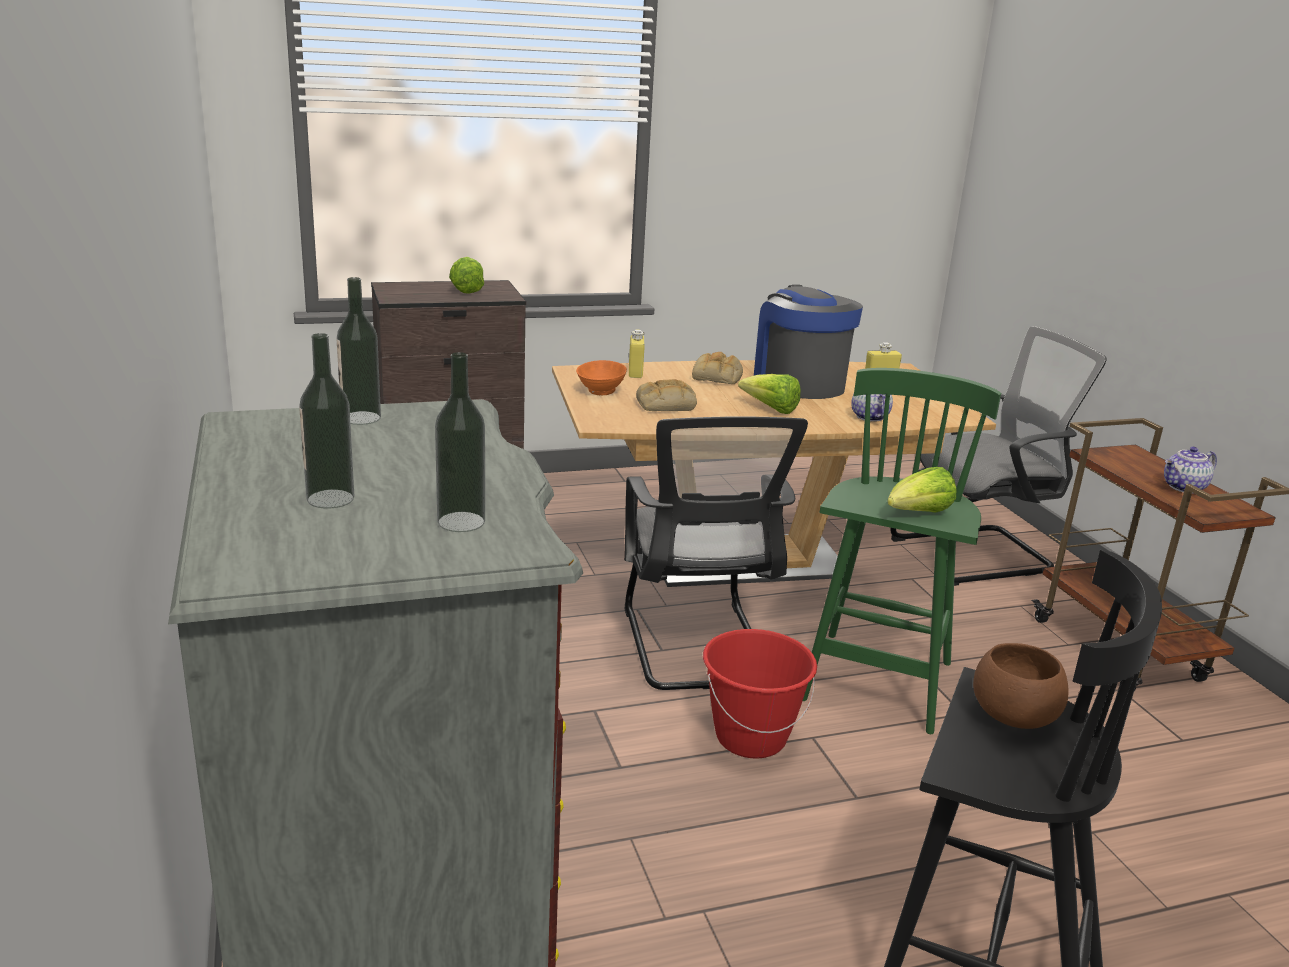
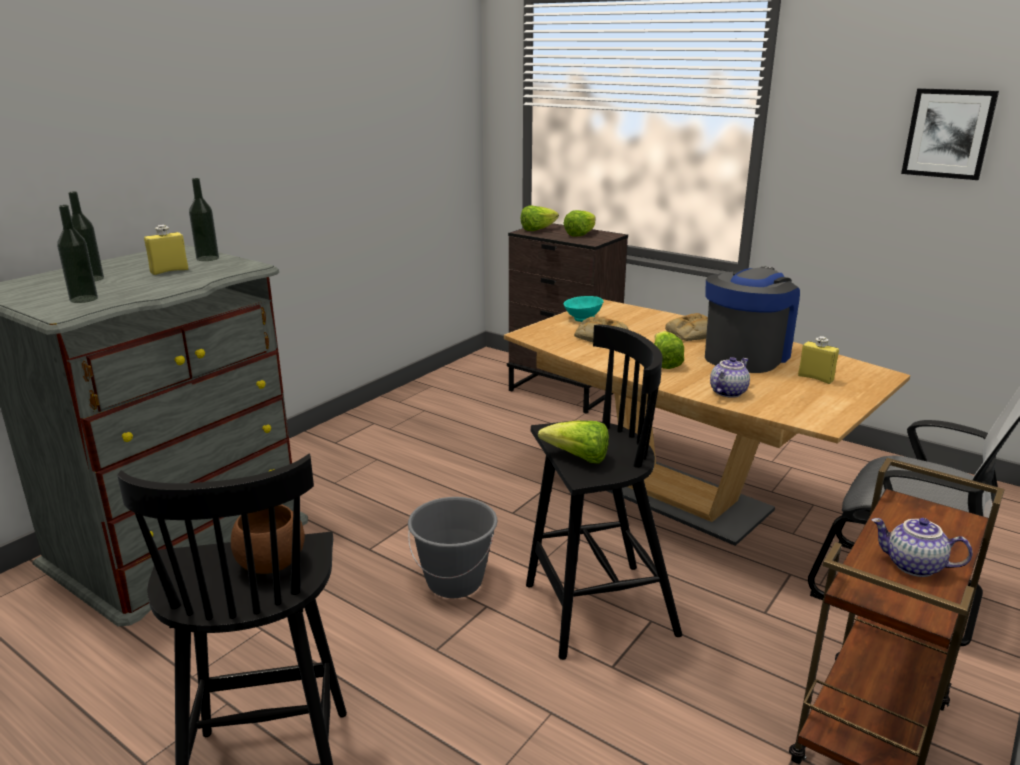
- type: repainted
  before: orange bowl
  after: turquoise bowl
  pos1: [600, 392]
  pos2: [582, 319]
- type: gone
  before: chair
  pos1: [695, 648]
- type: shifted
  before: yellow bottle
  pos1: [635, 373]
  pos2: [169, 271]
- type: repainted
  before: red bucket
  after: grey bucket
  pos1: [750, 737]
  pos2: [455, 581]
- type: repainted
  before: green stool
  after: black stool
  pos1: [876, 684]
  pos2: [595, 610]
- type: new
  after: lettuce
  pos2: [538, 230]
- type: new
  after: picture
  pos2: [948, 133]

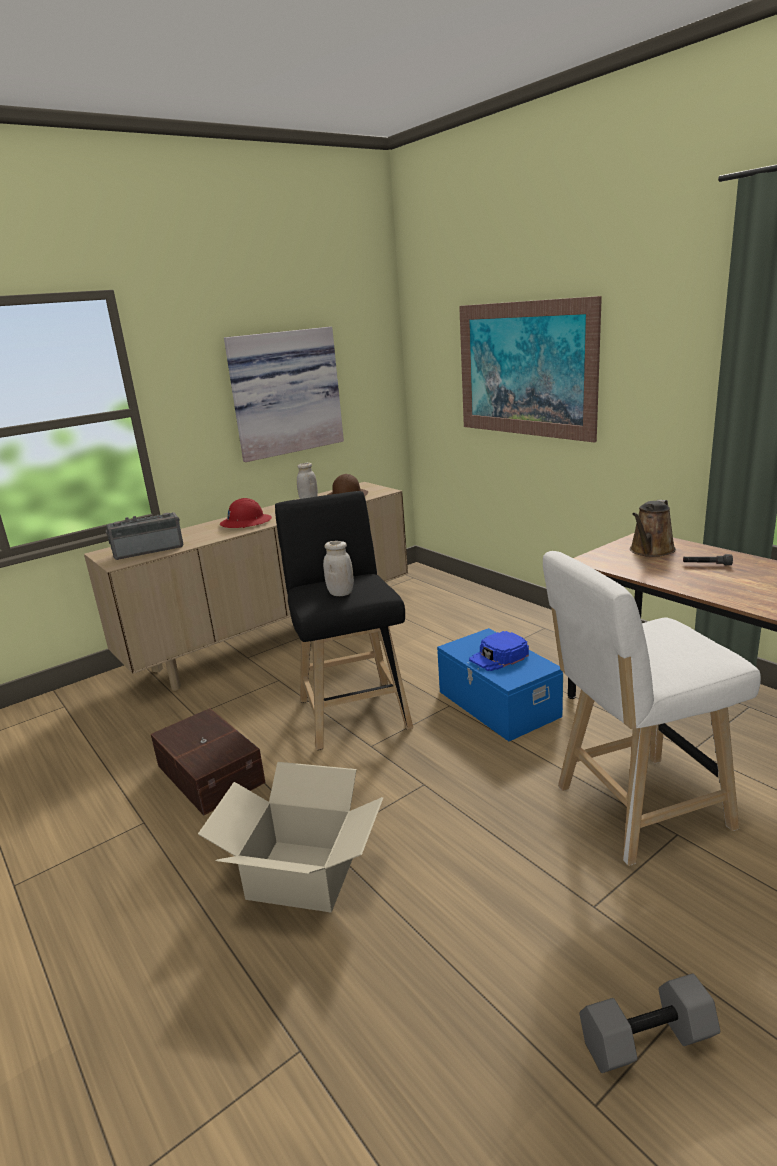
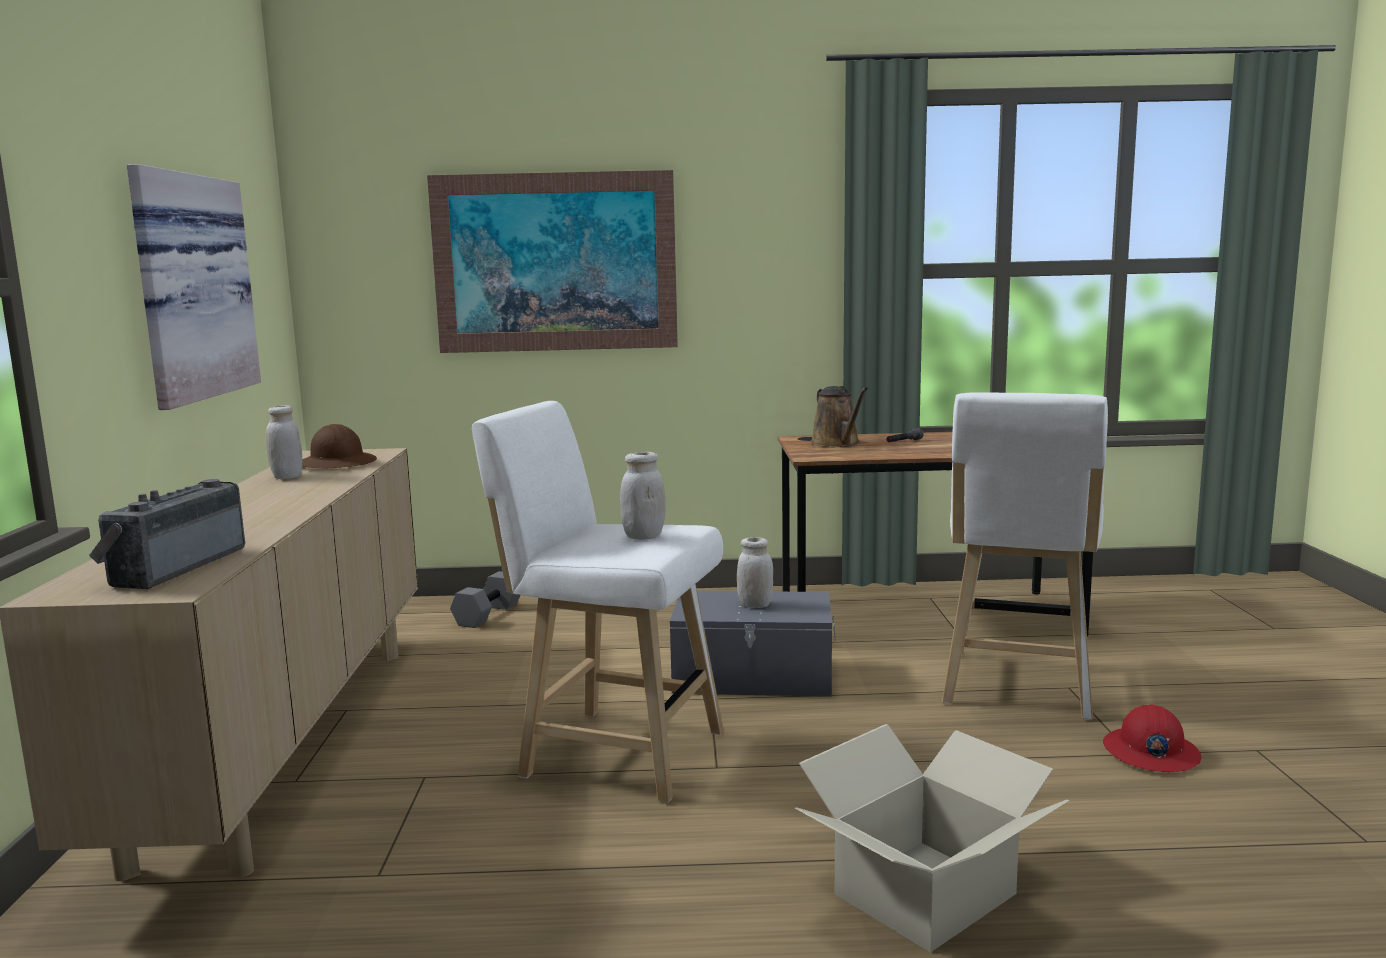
- type: gone
  before: brown storage box
  pos1: [211, 773]
- type: shifted
  before: red hard hat
  pos1: [246, 522]
  pos2: [1150, 752]
- type: repainted
  before: black stool
  after: white stool
  pos1: [352, 710]
  pos2: [613, 752]
- type: repainted
  before: blue storage box
  after: grey storage box
  pos1: [497, 704]
  pos2: [753, 677]
- type: swapped
  before: blue cap
  after: white jar
  pos1: [498, 657]
  pos2: [755, 605]
- type: shifted
  before: grey dumbbell
  pos1: [646, 1042]
  pos2: [488, 615]

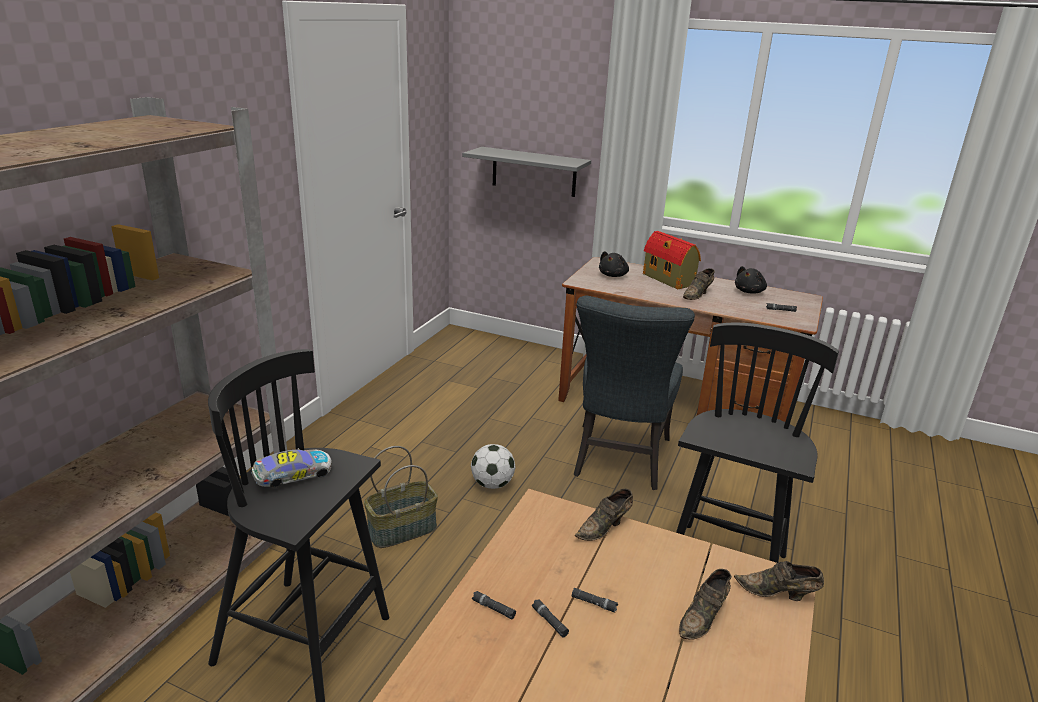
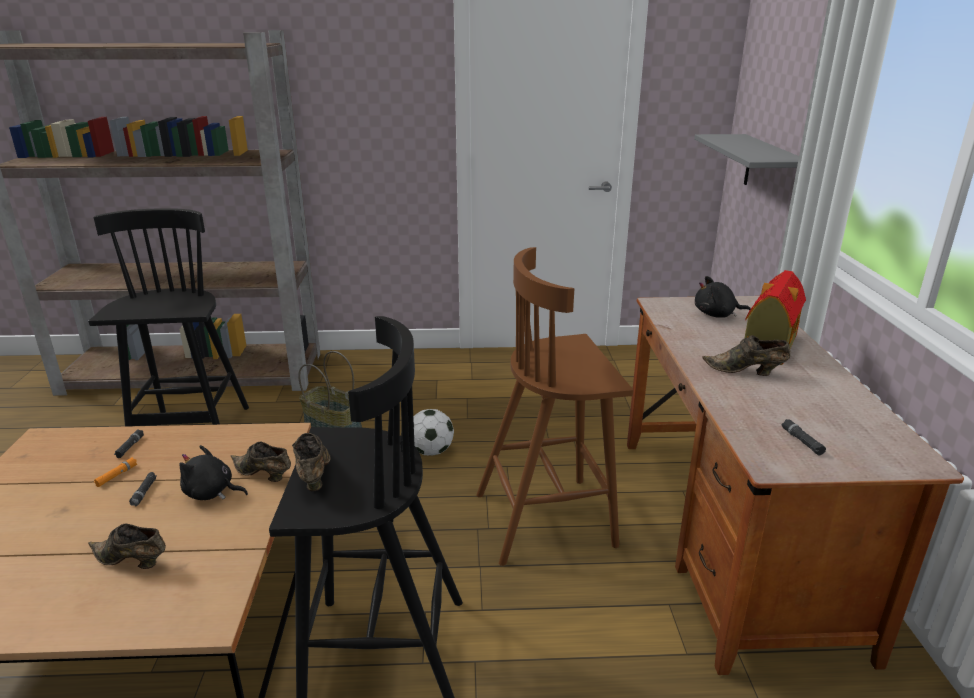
- type: gone
  before: toy car
  pos1: [292, 478]
- type: repainted
  before: black flashlight
  after: orange flashlight
  pos1: [549, 621]
  pos2: [117, 475]
- type: swapped
  before: grey chair
  after: brown stool
  pos1: [619, 460]
  pos2: [549, 518]
- type: shifted
  before: brown shoe
  pos1: [778, 594]
  pos2: [313, 475]
- type: shifted
  before: black plush toy
  pos1: [749, 292]
  pos2: [211, 493]

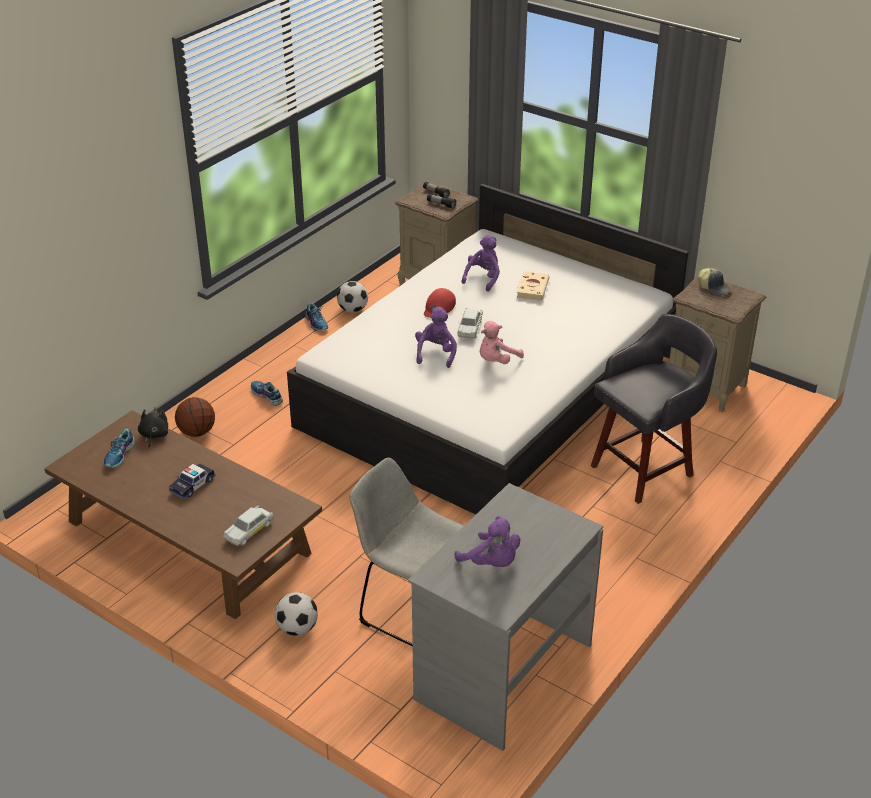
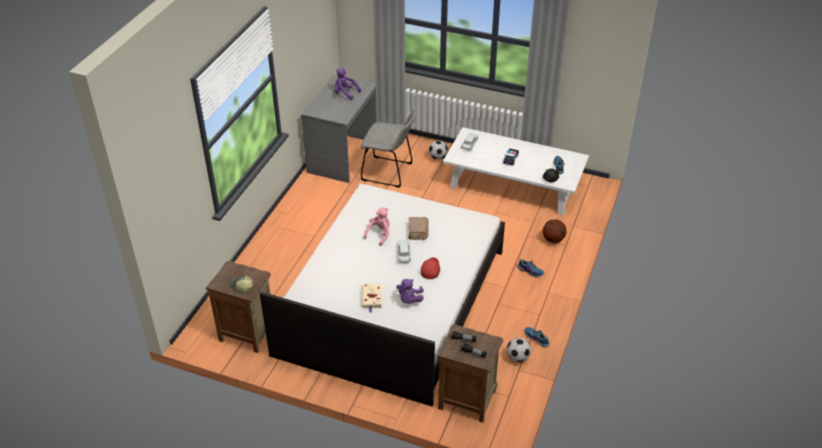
- type: repainted
  before: brown coffee table
  after: white coffee table
  pos1: [190, 537]
  pos2: [513, 185]
- type: swapped
  before: purple plush toy
  after: brown book
  pos1: [436, 354]
  pos2: [418, 232]
- type: gone
  before: grey stool
  pos1: [645, 469]

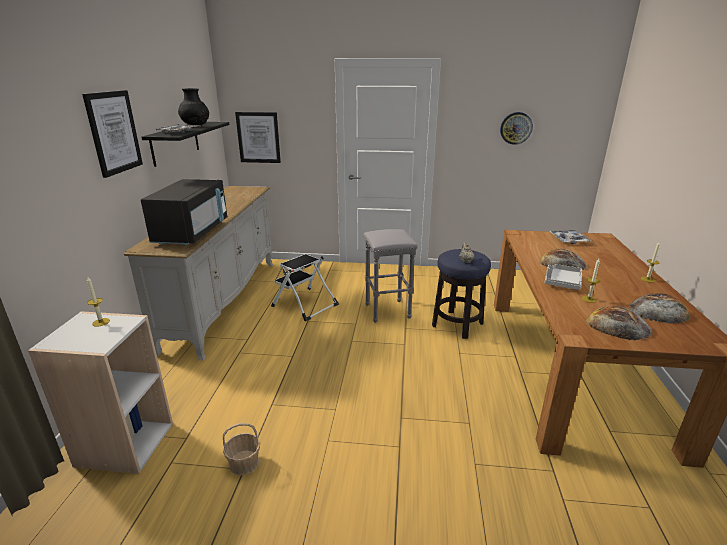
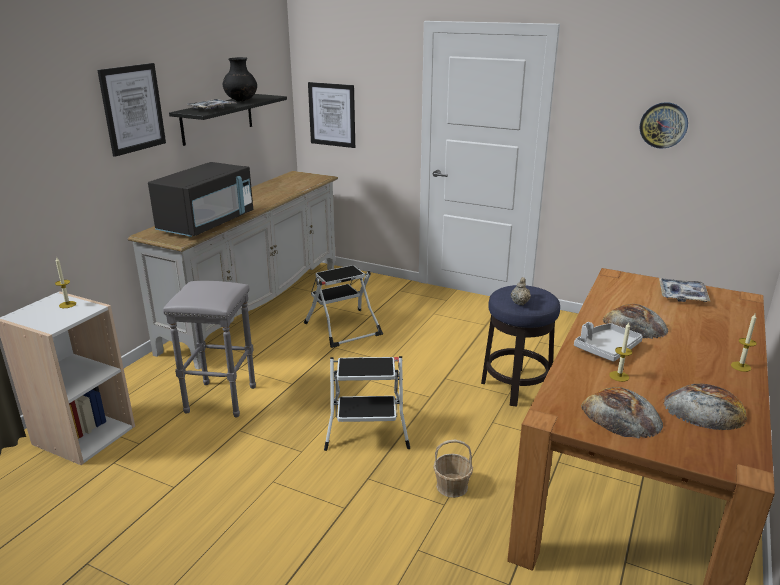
- type: shifted
  before: basket
  pos1: [244, 463]
  pos2: [452, 486]
- type: shifted
  before: grey stool
  pos1: [388, 310]
  pos2: [222, 398]
- type: new
  after: step ladder
  pos2: [367, 426]

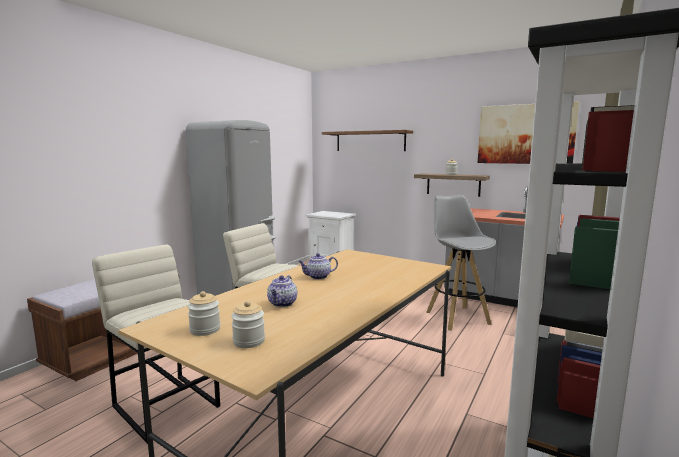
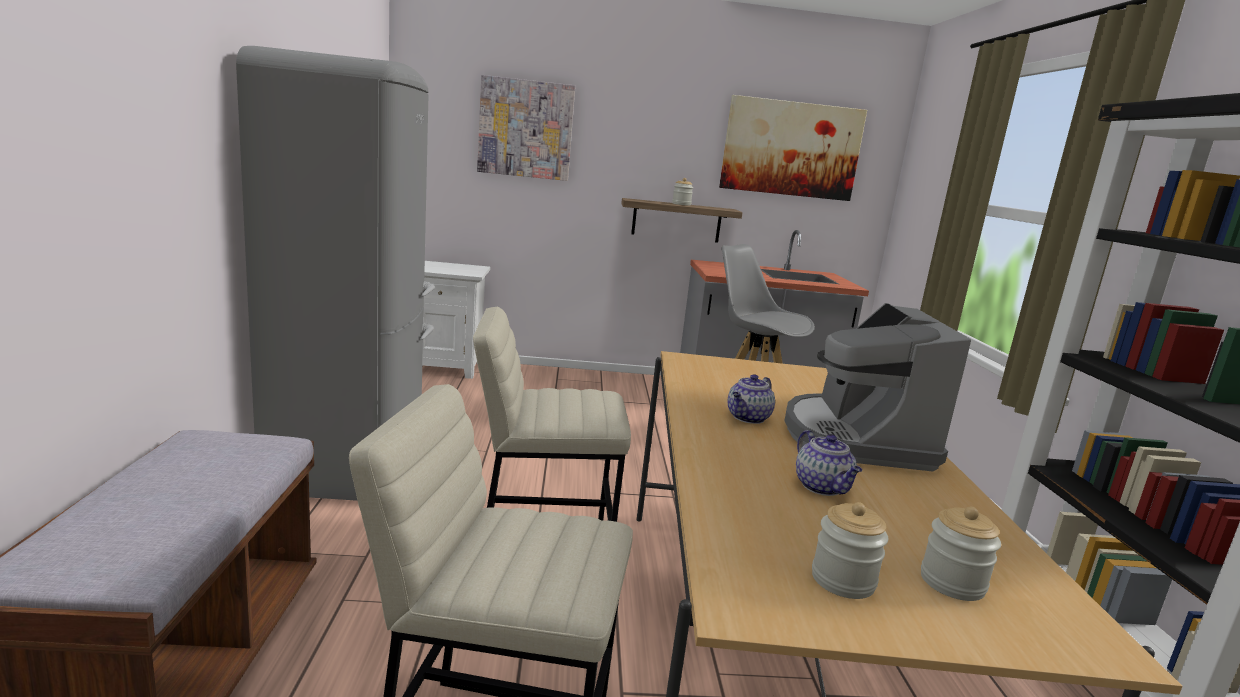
- type: swapped
  before: brown shelf
  after: picture
  pos1: [370, 141]
  pos2: [526, 129]
- type: new
  after: coffee machine
  pos2: [856, 438]

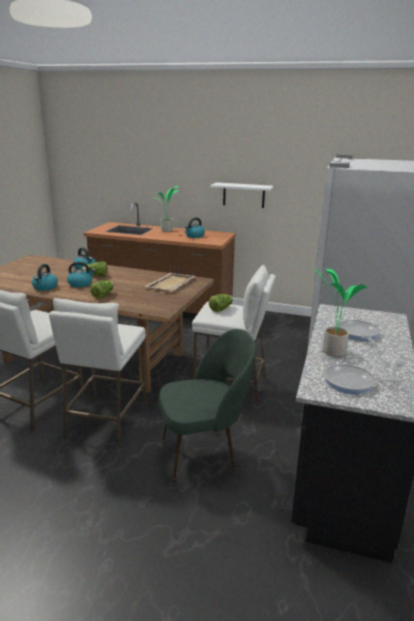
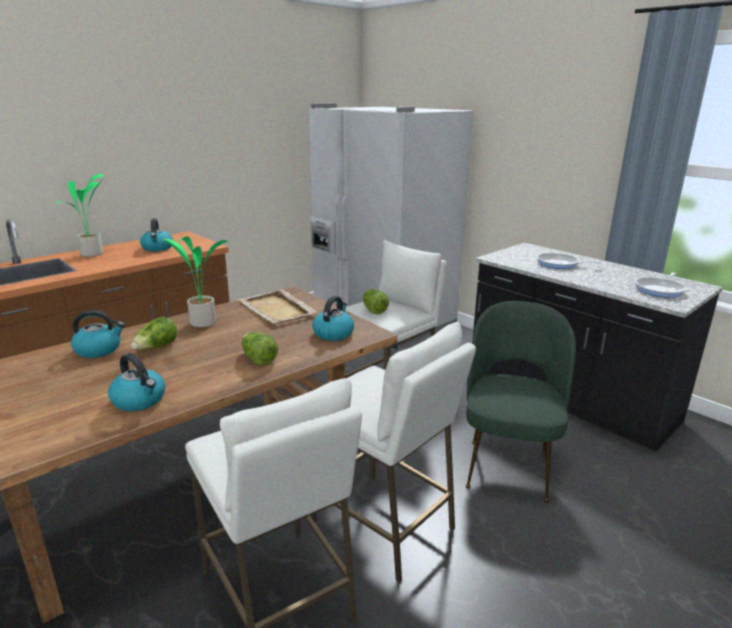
- type: shifted
  before: kettle
  pos1: [80, 284]
  pos2: [333, 333]
- type: gone
  before: white shelf
  pos1: [243, 195]
- type: shifted
  before: potted plant
  pos1: [332, 351]
  pos2: [201, 323]

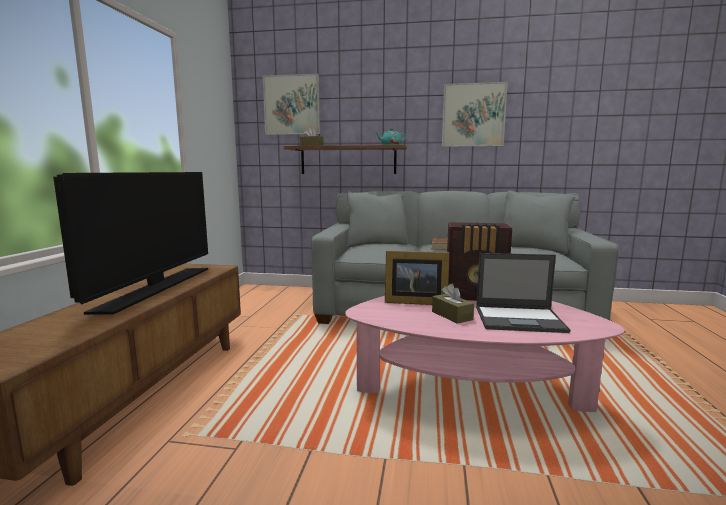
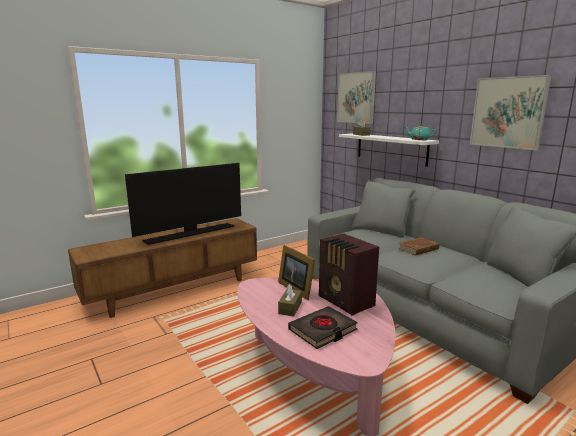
- type: repainted
  before: brown shelf
  after: white shelf
  pos1: [348, 160]
  pos2: [391, 149]
- type: swapped
  before: laptop
  after: black book
  pos1: [520, 319]
  pos2: [323, 330]

